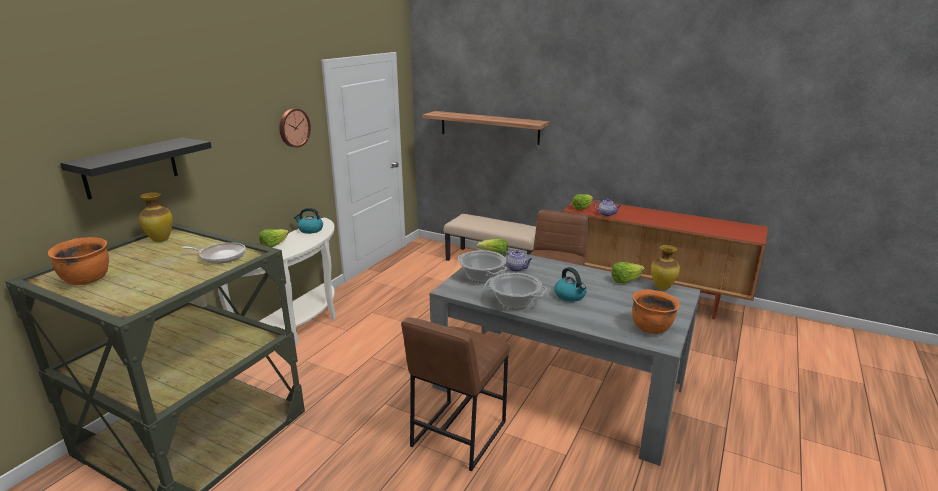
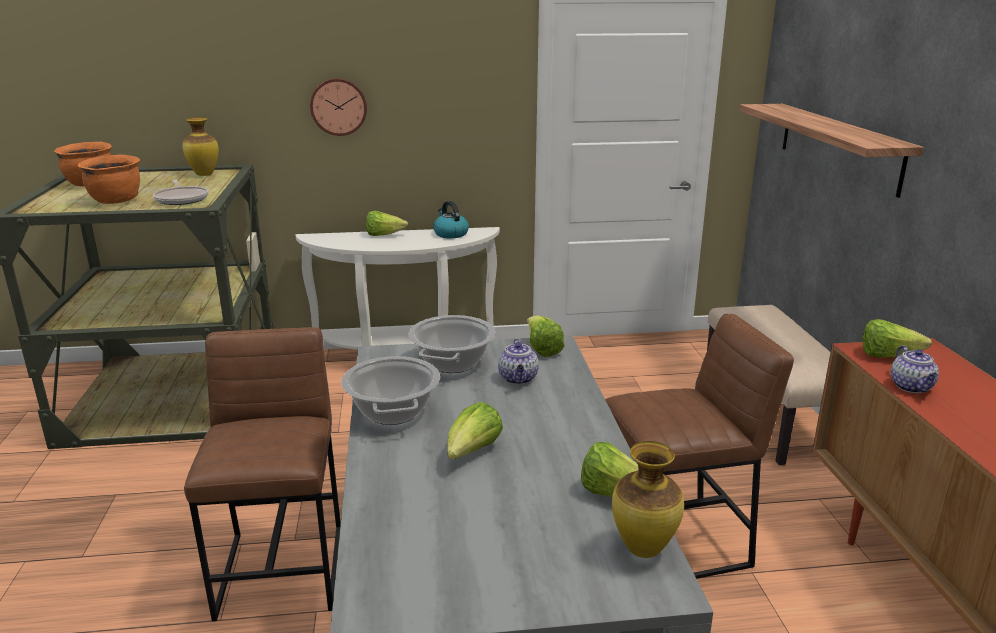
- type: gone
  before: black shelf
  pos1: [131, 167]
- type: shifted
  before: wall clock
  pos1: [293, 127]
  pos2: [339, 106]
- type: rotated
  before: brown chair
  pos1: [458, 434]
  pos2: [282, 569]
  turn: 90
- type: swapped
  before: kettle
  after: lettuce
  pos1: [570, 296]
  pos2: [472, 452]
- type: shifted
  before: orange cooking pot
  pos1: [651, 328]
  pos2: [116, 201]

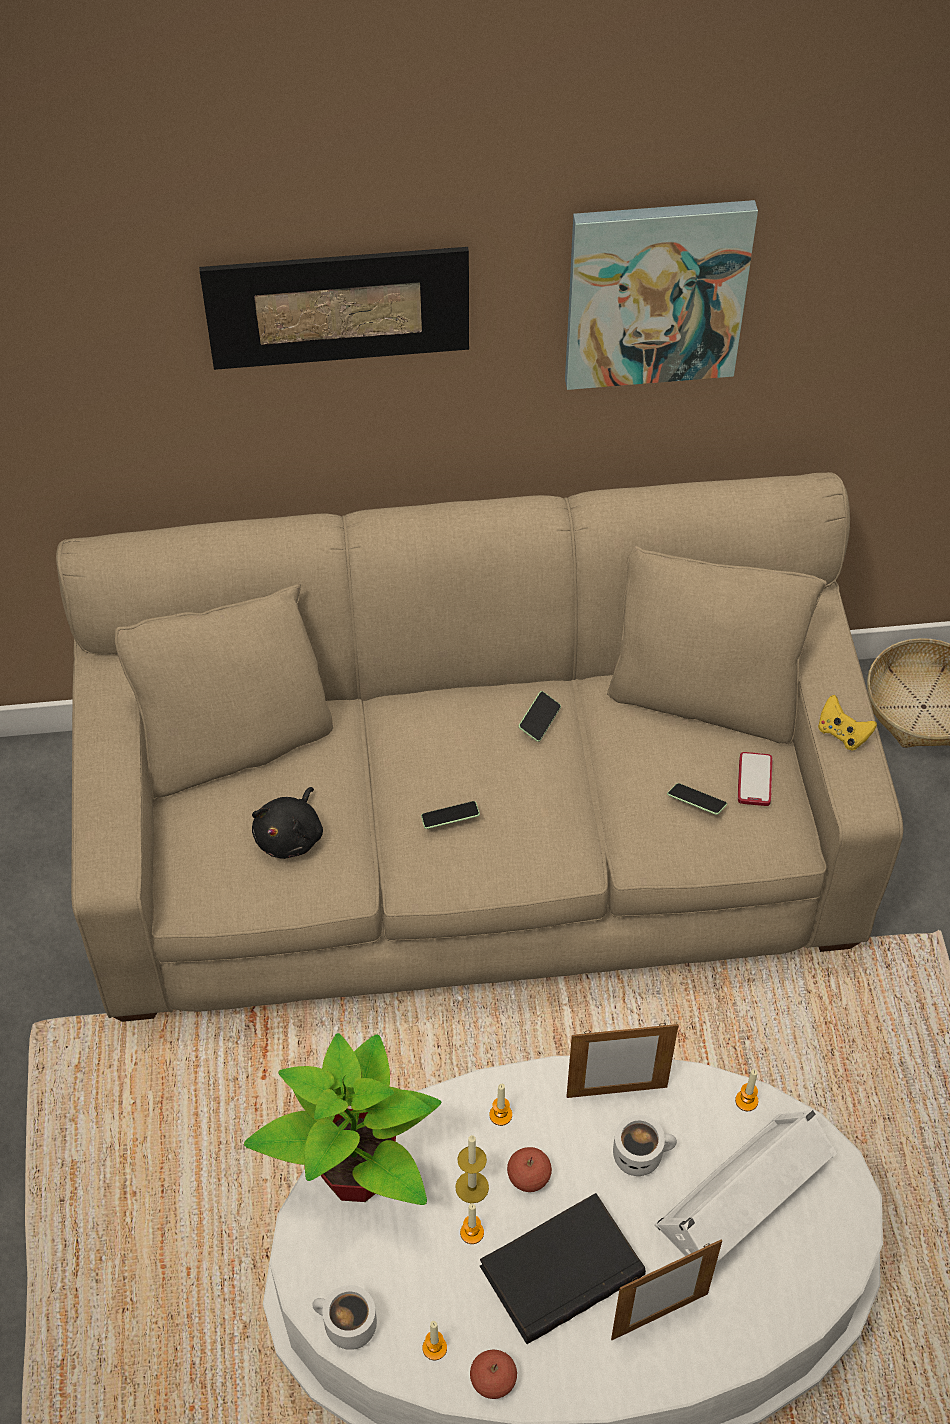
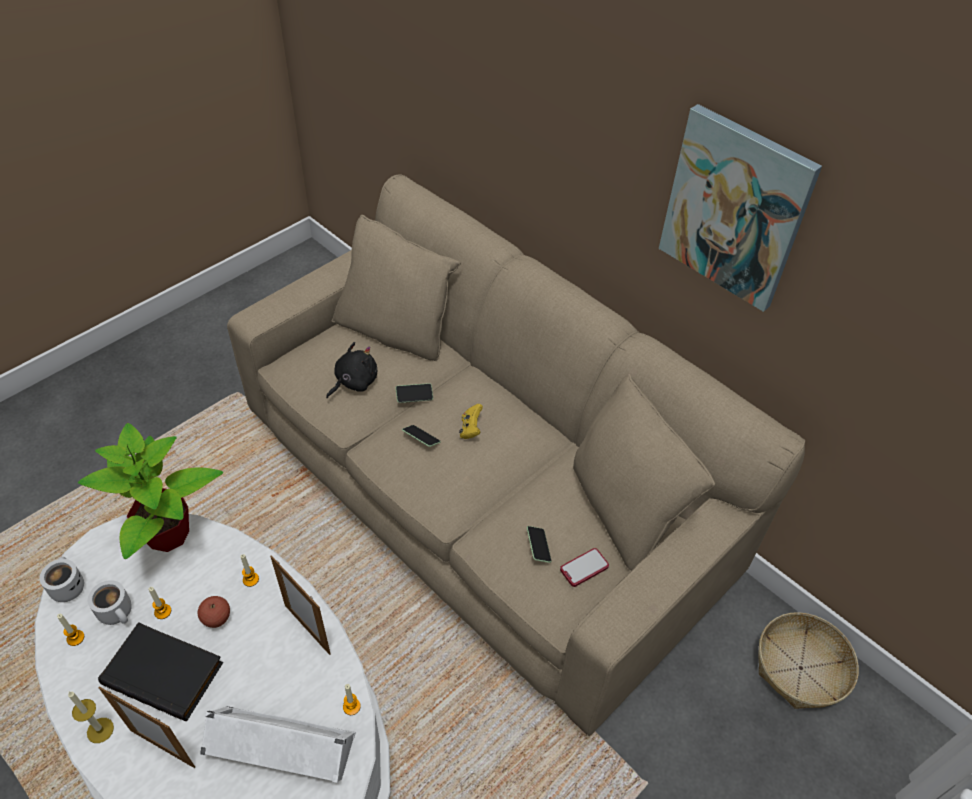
- type: gone
  before: picture
  pos1: [338, 307]
- type: rotated
  before: black plush toy
  pos1: [291, 835]
  pos2: [354, 382]
  turn: 150
- type: shifted
  before: candle
  pos1: [472, 1187]
  pos2: [100, 730]
- type: gone
  before: apple
  pos1: [493, 1381]
- type: shifted
  before: phone
  pos1: [539, 721]
  pos2: [414, 396]
- type: shifted
  before: white mug
  pos1: [641, 1153]
  pos2: [118, 612]
- type: shifted
  before: yellow game controller
  pos1: [842, 733]
  pos2: [470, 429]

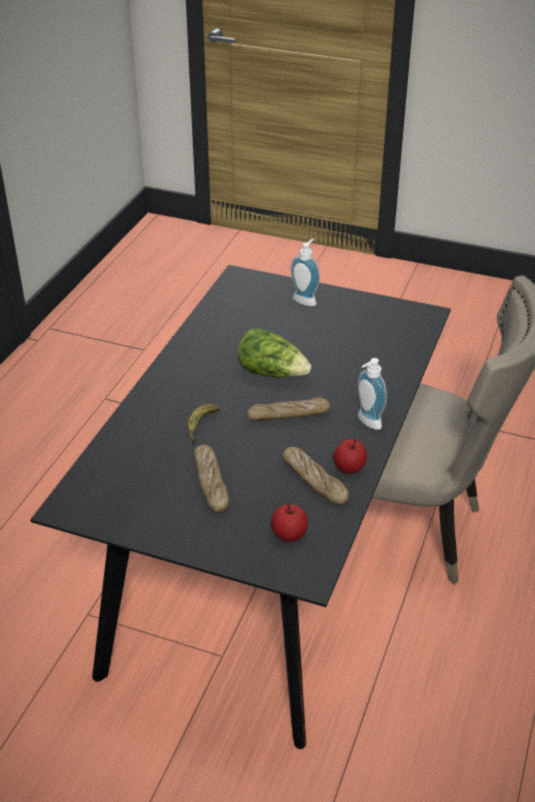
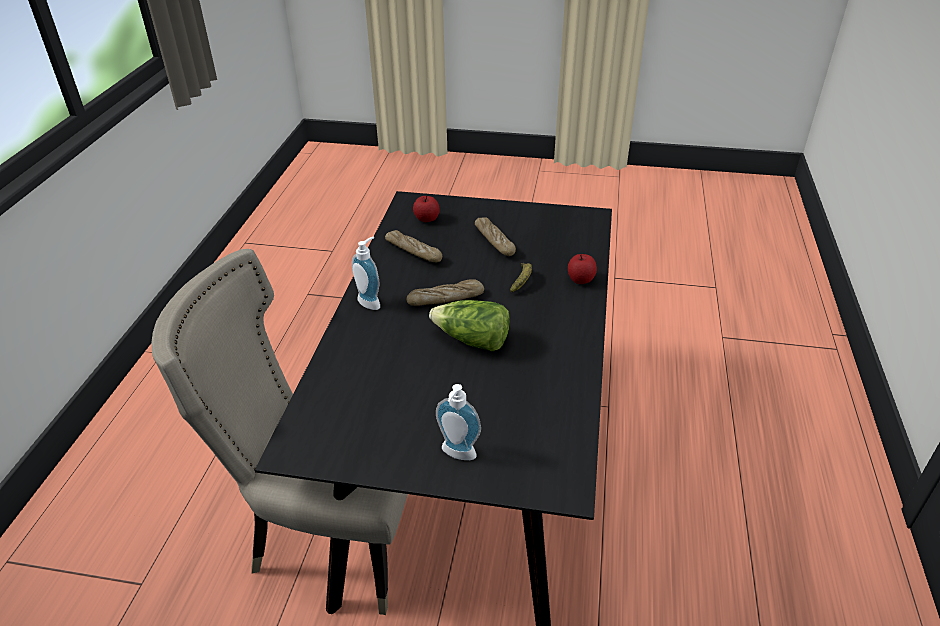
- type: shifted
  before: apple
  pos1: [349, 468]
  pos2: [580, 279]

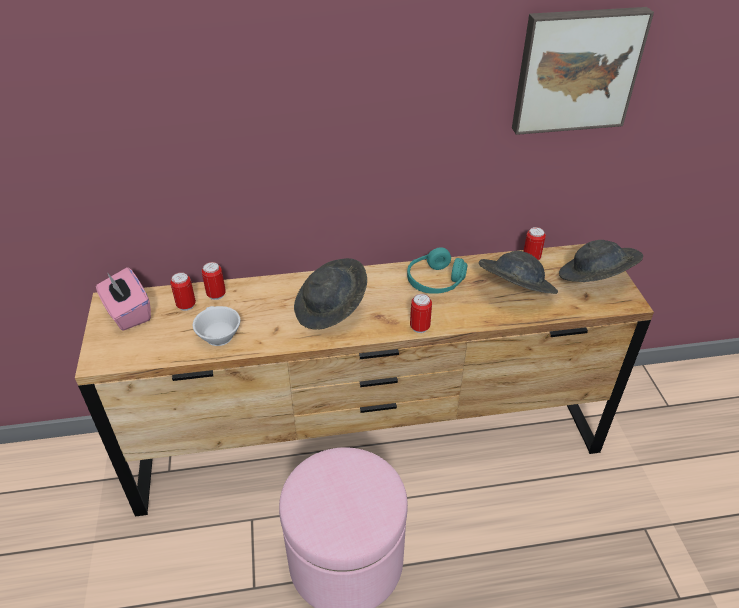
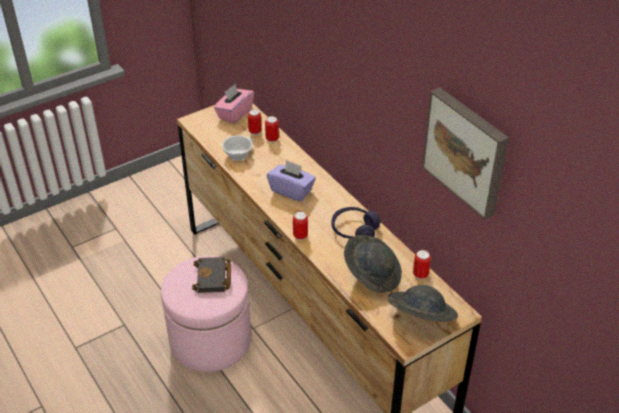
- type: swapped
  before: grey hat
  after: purple tissue box
  pos1: [331, 309]
  pos2: [291, 190]
- type: repainted
  before: turquoise headphones
  after: purple headphones
  pos1: [435, 281]
  pos2: [354, 230]
- type: new
  after: black book
  pos2: [214, 278]

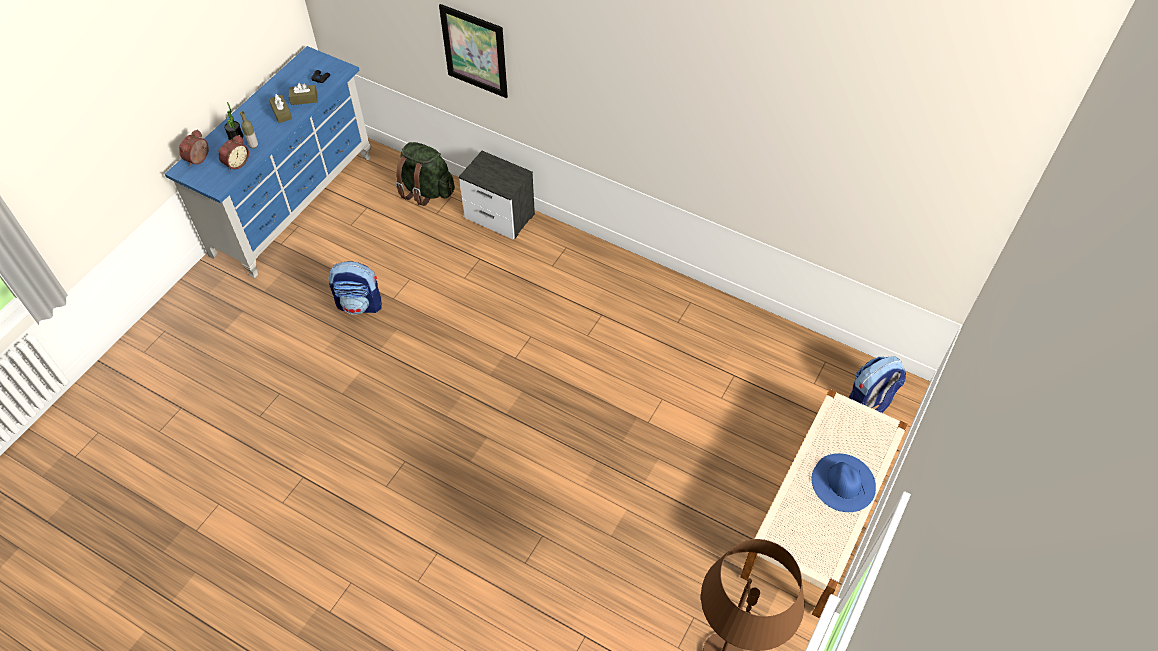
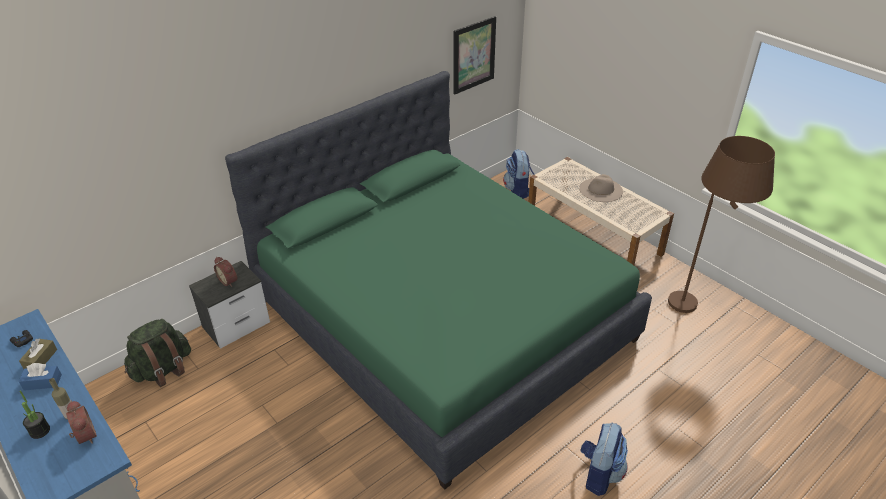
- type: shifted
  before: alarm clock
  pos1: [199, 159]
  pos2: [229, 281]
- type: repainted
  before: brown tissue box
  after: blue tissue box
  pos1: [281, 113]
  pos2: [43, 382]
- type: shifted
  before: backpack
  pos1: [360, 304]
  pos2: [599, 474]
- type: shifted
  before: picture
  pos1: [474, 51]
  pos2: [474, 55]
- type: repainted
  before: blue hat
  after: beige hat
  pos1: [843, 482]
  pos2: [600, 190]
- type: new
  after: green bed
  pos2: [442, 319]

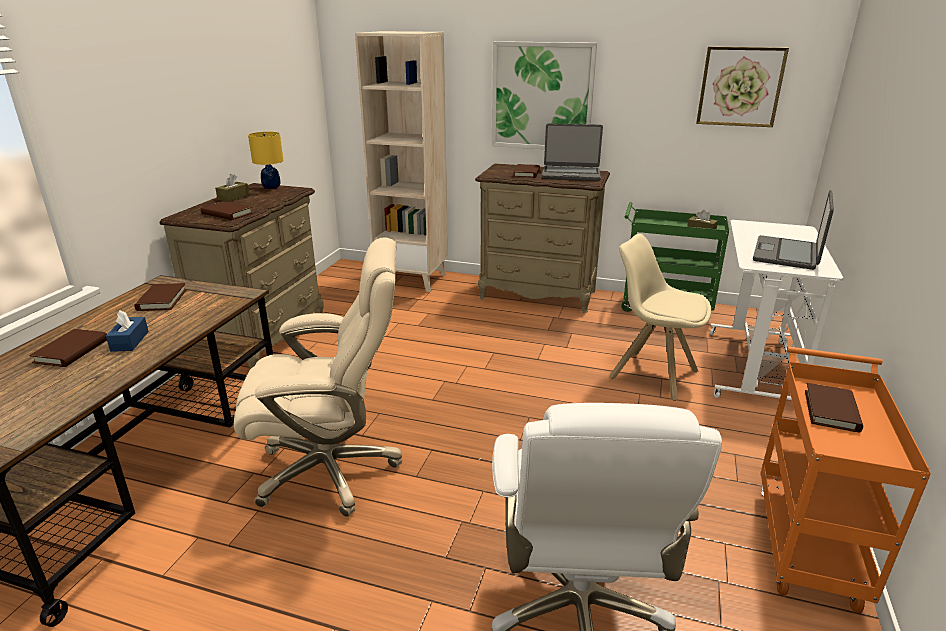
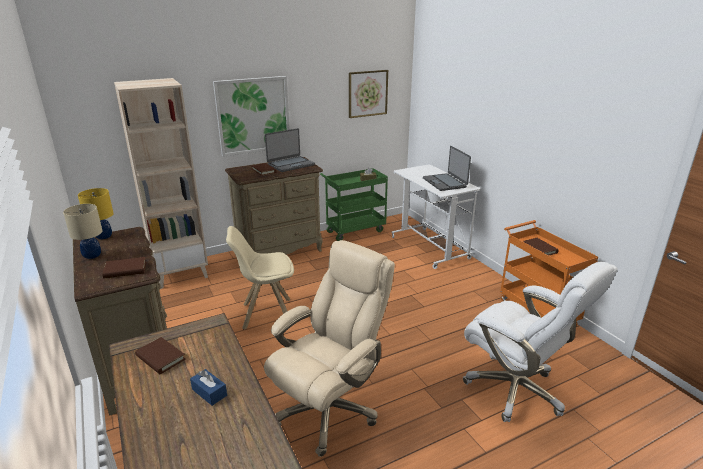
- type: gone
  before: brown book
  pos1: [72, 351]
- type: swapped
  before: brown tissue box
  after: beige table lamp
  pos1: [233, 197]
  pos2: [91, 256]
- type: shifted
  before: beige chair
  pos1: [652, 374]
  pos2: [266, 314]

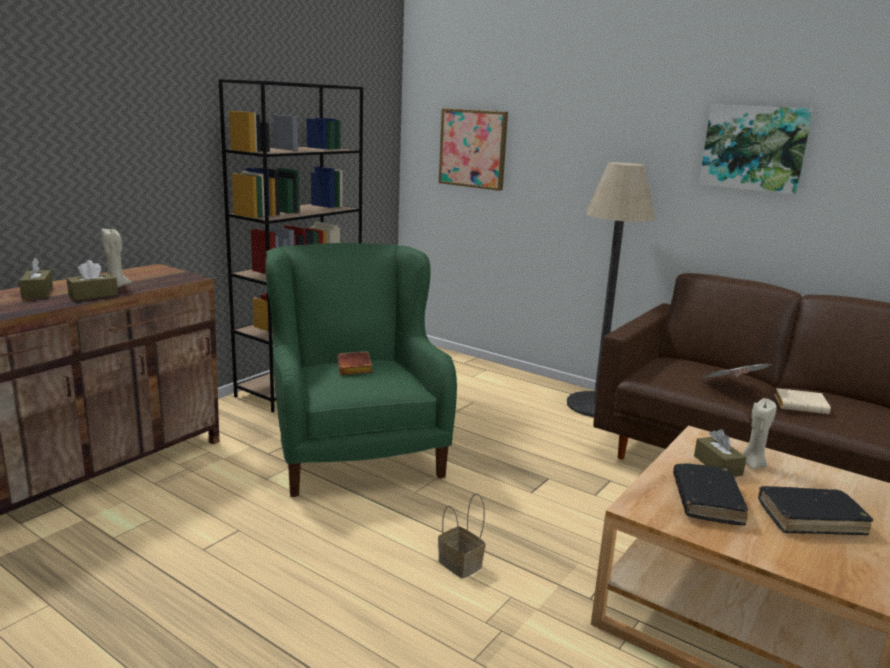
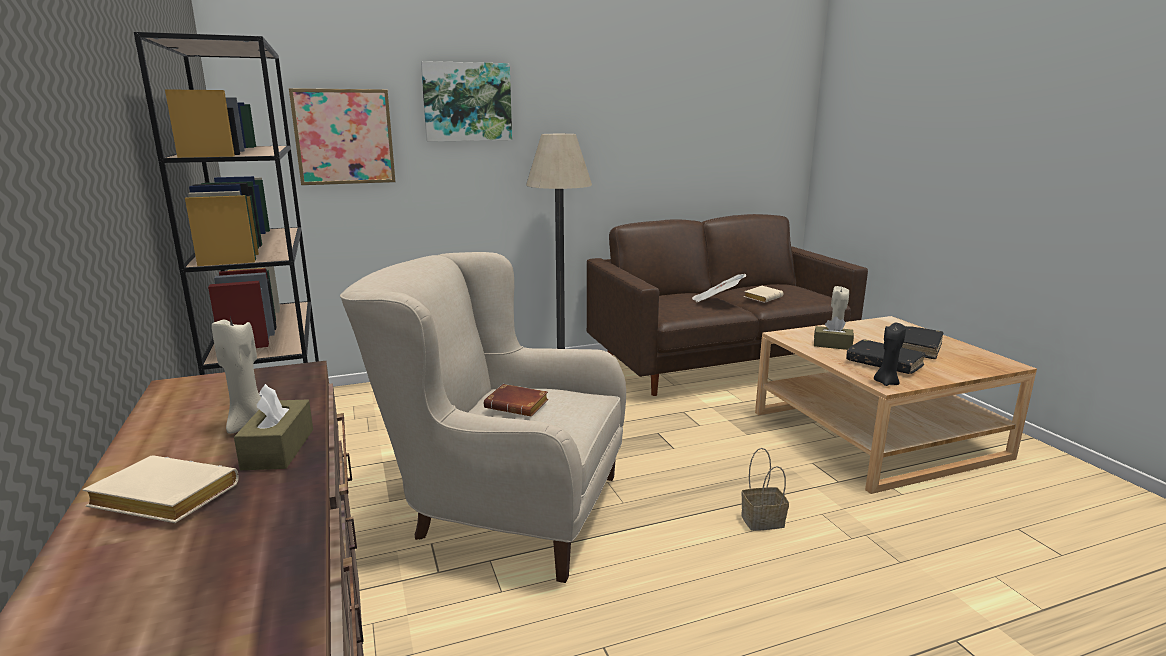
- type: swapped
  before: brown tissue box
  after: beige book
  pos1: [37, 292]
  pos2: [160, 499]
- type: repainted
  before: green armchair
  after: beige armchair
  pos1: [353, 449]
  pos2: [499, 509]
- type: shifted
  before: picture
  pos1: [754, 148]
  pos2: [467, 102]
- type: new
  after: black candle
  pos2: [886, 382]

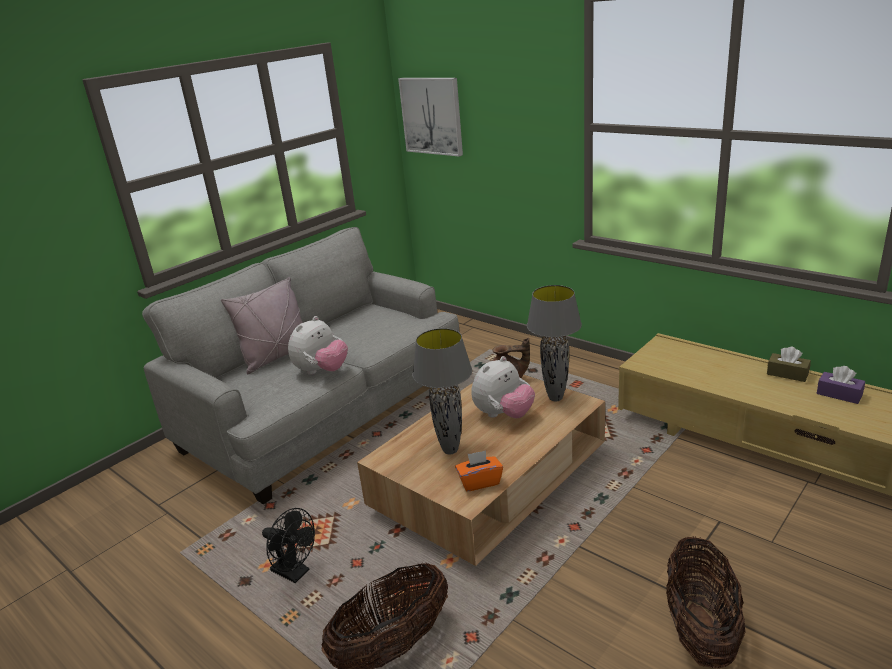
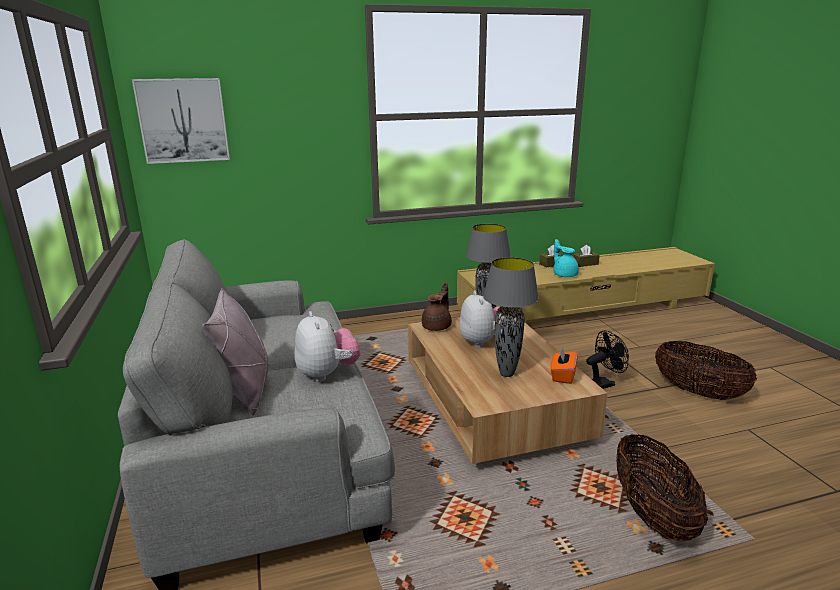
- type: shifted
  before: black fan
  pos1: [295, 573]
  pos2: [603, 384]
- type: repainted
  before: purple tissue box
  after: brown tissue box
  pos1: [839, 394]
  pos2: [585, 264]
- type: new
  after: turquoise teapot
  pos2: [564, 274]

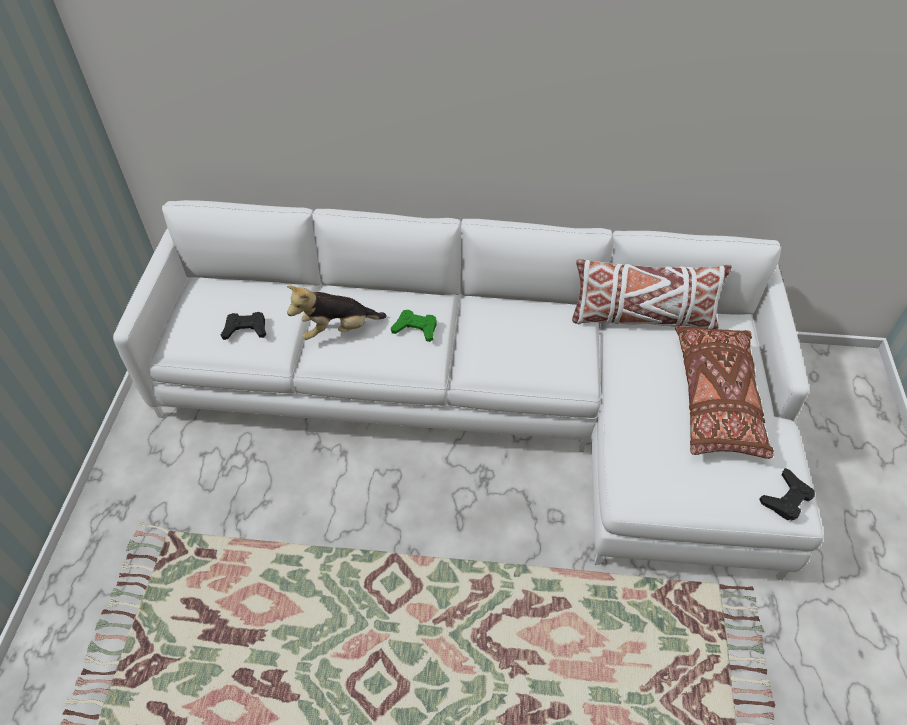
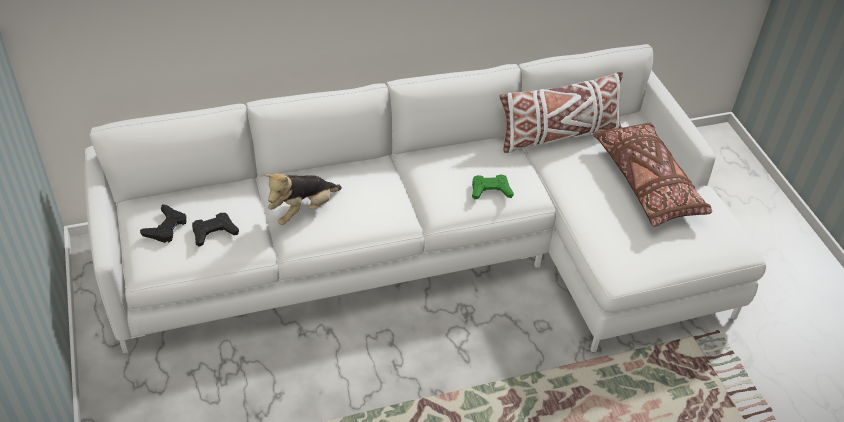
- type: shifted
  before: green game controller
  pos1: [415, 328]
  pos2: [490, 190]
- type: shifted
  before: black game controller
  pos1: [786, 498]
  pos2: [166, 227]

